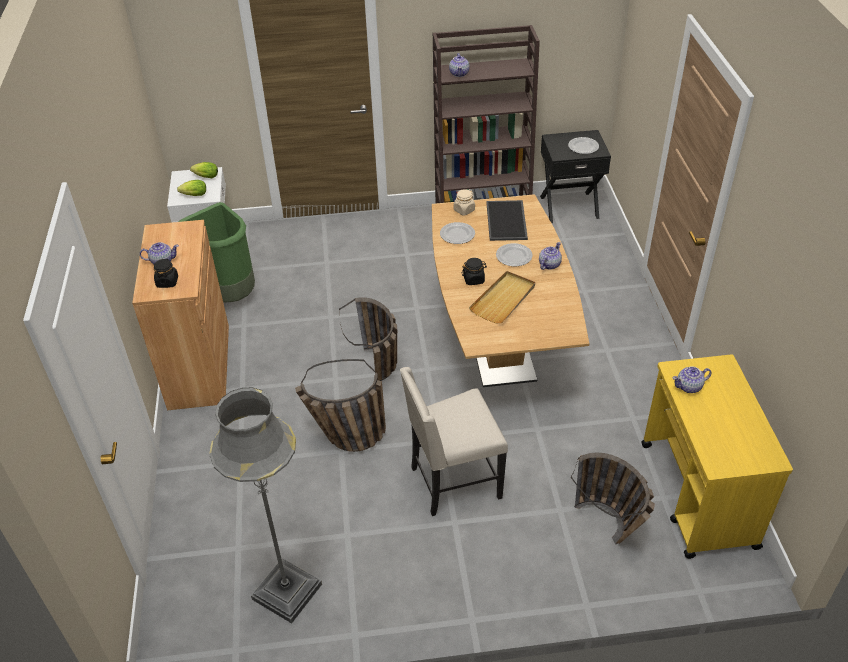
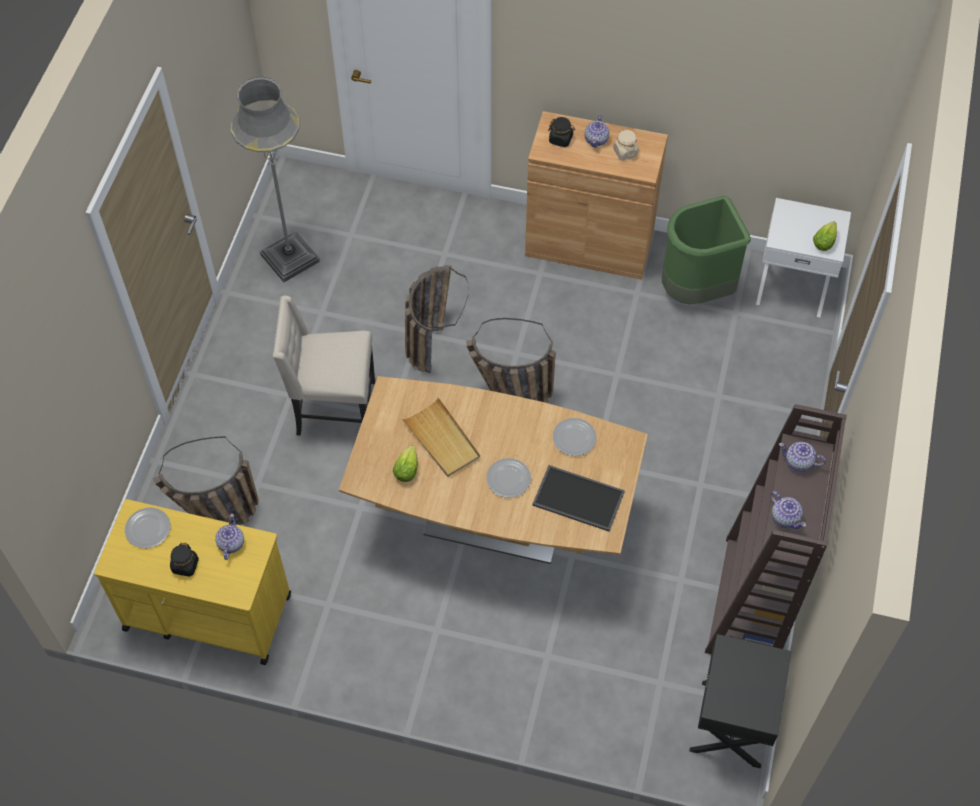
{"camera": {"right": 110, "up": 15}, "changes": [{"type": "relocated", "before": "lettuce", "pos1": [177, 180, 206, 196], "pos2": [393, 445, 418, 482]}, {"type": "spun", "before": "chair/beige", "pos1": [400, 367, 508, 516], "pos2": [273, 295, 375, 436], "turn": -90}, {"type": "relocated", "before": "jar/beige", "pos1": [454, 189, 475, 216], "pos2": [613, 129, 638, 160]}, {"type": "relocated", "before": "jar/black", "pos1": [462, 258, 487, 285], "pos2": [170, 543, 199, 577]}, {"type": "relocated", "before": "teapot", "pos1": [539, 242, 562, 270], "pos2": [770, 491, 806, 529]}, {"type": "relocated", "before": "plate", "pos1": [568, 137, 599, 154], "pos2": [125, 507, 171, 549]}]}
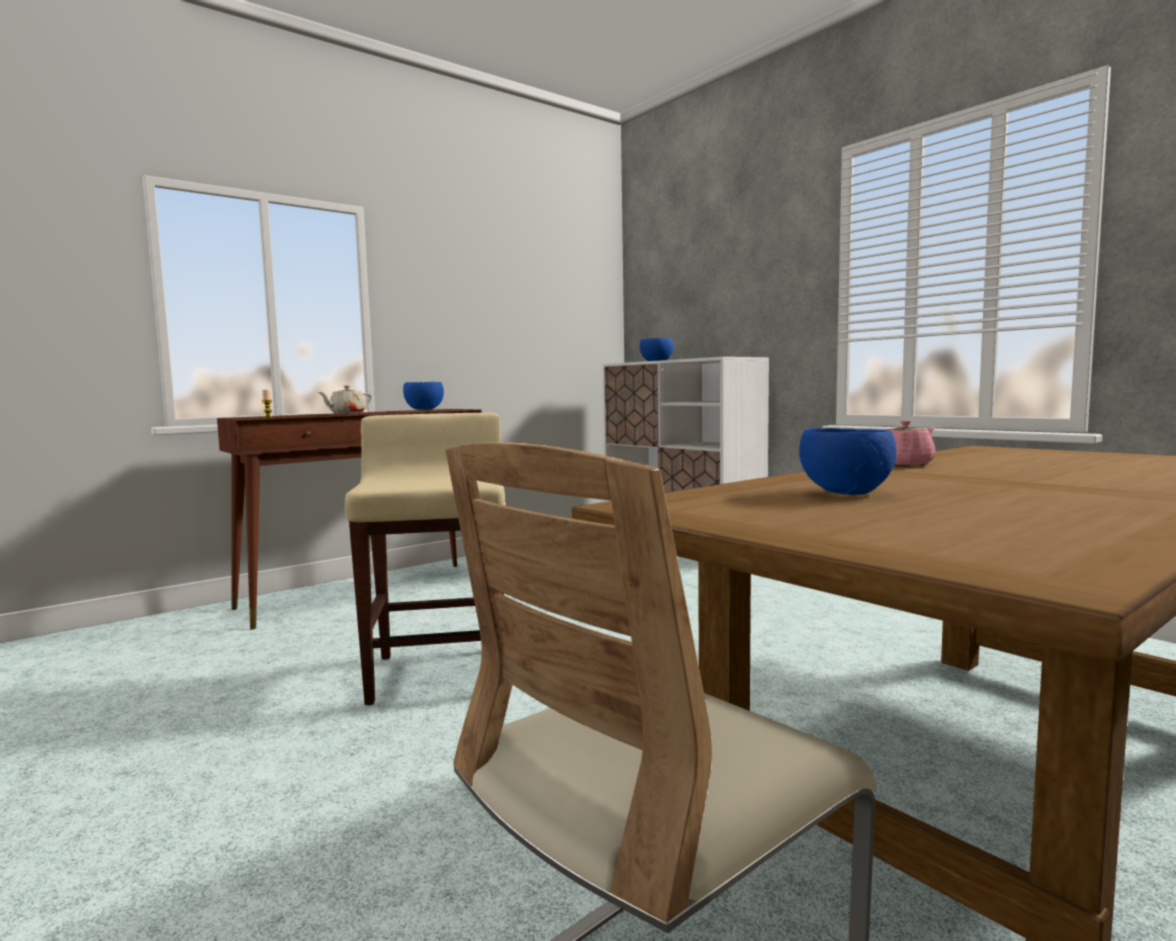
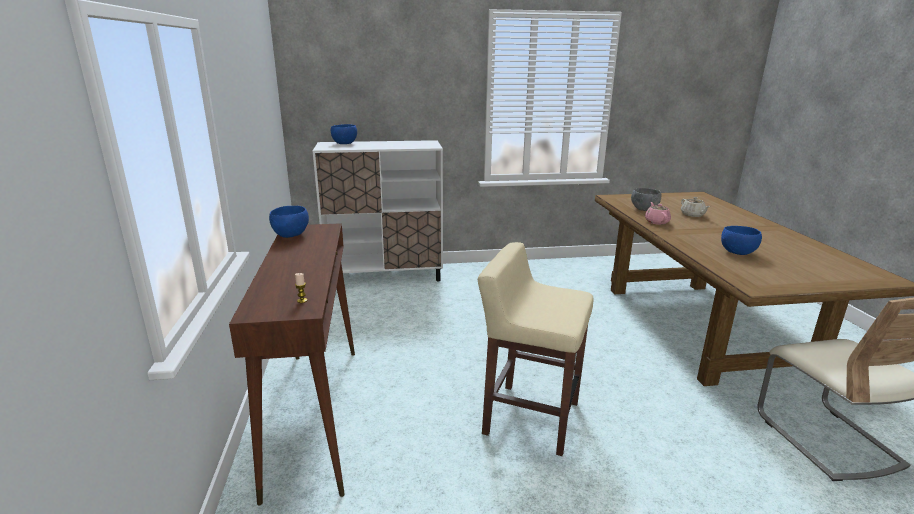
{"camera": {"right": -60, "up": 15}, "changes": [{"type": "relocated", "before": "teapot/beige", "pos1": [318, 385, 372, 414], "pos2": [681, 197, 710, 217]}, {"type": "appeared", "after": "bowl/grey", "pos2": [631, 188, 661, 211]}]}
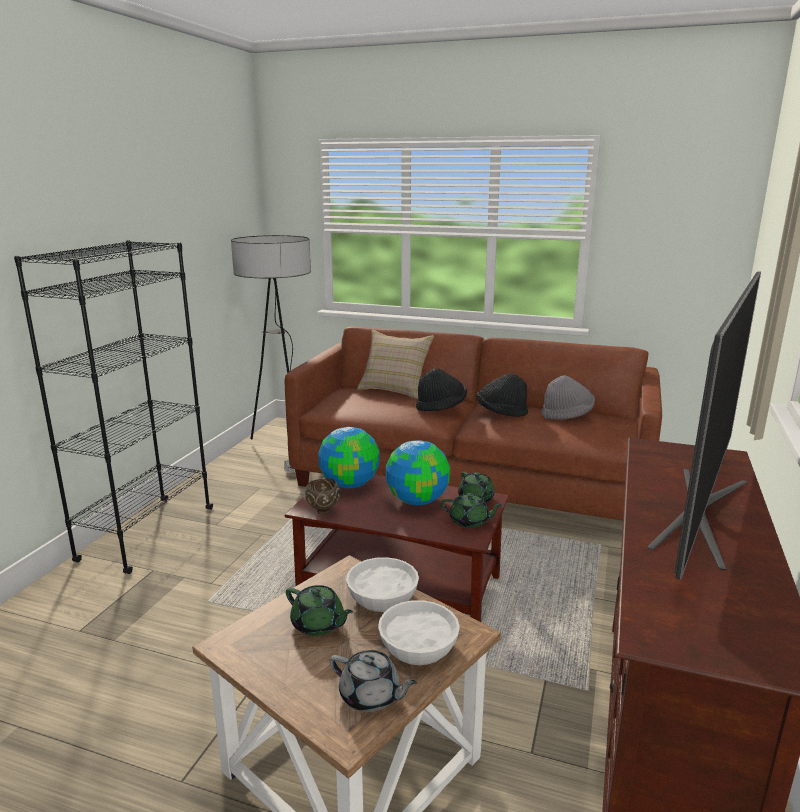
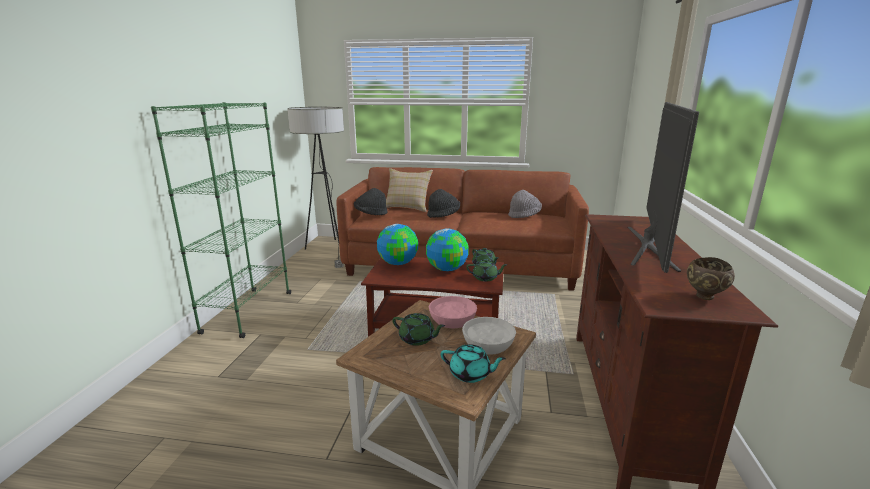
{"camera": {"right": -10, "up": 0}, "changes": [{"type": "colour", "before": "bookcase/black", "after": "bookcase/green", "pos1": [14, 240, 213, 574], "pos2": [151, 102, 291, 338]}, {"type": "relocated", "before": "bowl/brown", "pos1": [305, 478, 340, 515], "pos2": [687, 257, 735, 300]}, {"type": "colour", "before": "teapot/grey", "after": "teapot/turquoise", "pos1": [330, 650, 417, 712], "pos2": [441, 344, 506, 383]}, {"type": "colour", "before": "bowl/white", "after": "bowl/pink", "pos1": [346, 557, 419, 612], "pos2": [429, 296, 477, 328]}, {"type": "relocated", "before": "hat/black", "pos1": [476, 373, 528, 417], "pos2": [354, 188, 388, 215]}]}
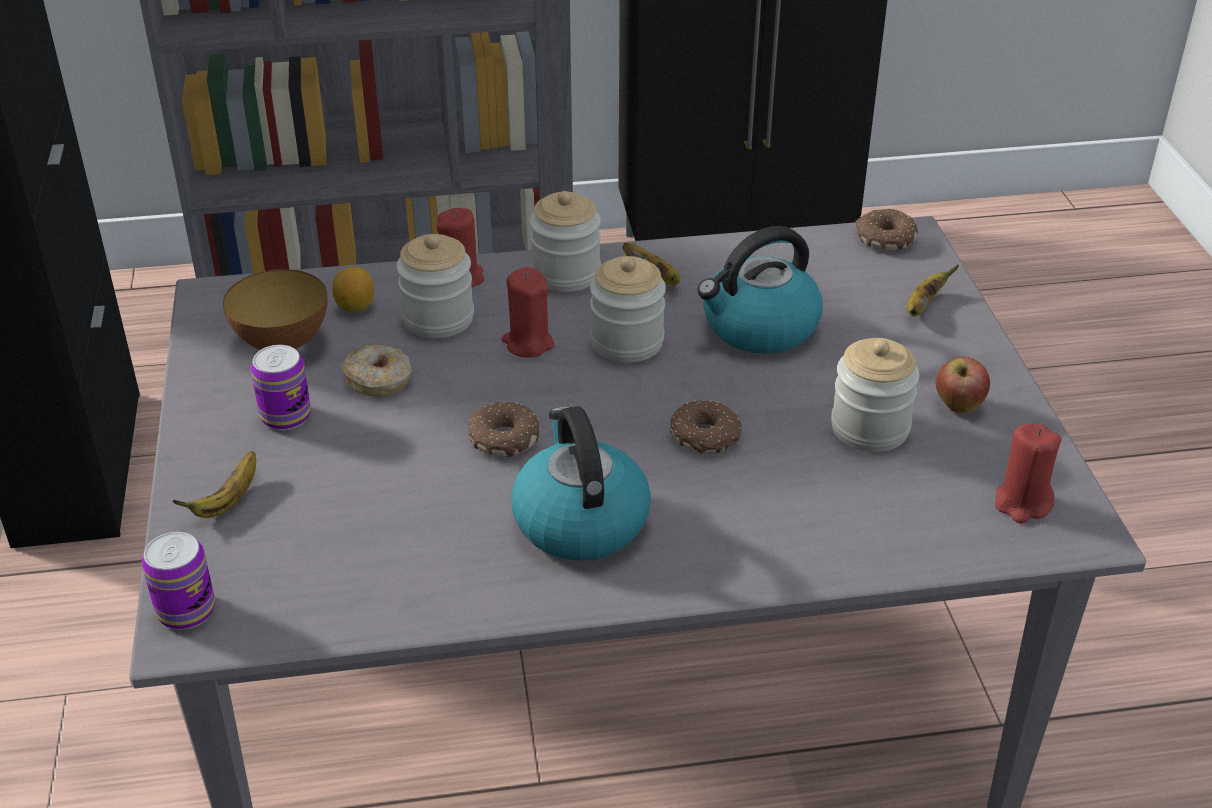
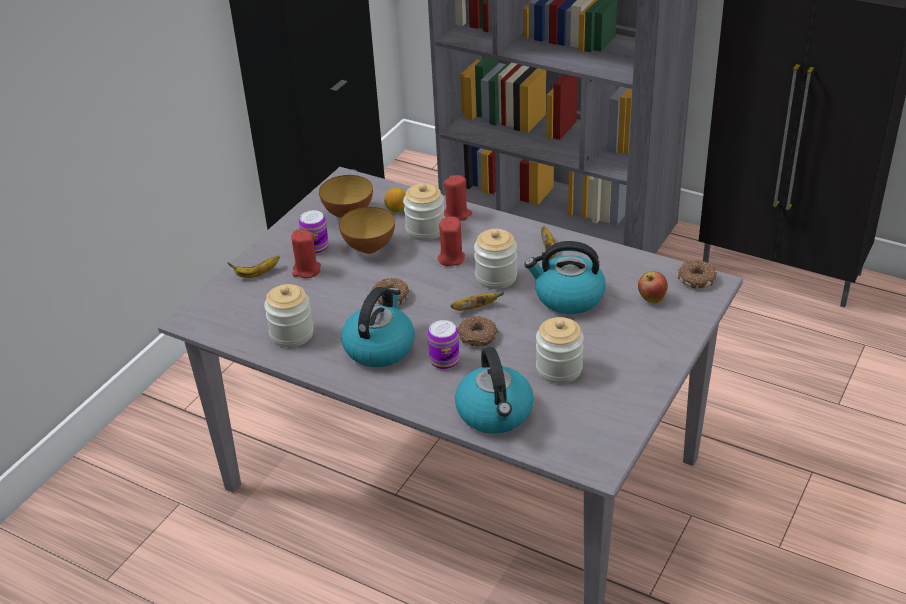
{"camera": {"right": 40, "up": 0}, "changes": [{"type": "relocated", "before": "can", "pos1": [142, 532, 215, 630], "pos2": [428, 320, 459, 370]}, {"type": "exchanged", "before": "donut", "after": "bowl", "pos1": [342, 344, 412, 397], "pos2": [339, 207, 395, 254]}, {"type": "relocated", "before": "jar", "pos1": [530, 191, 601, 292], "pos2": [264, 284, 314, 347]}, {"type": "relocated", "before": "banana", "pos1": [907, 265, 959, 316], "pos2": [451, 292, 504, 311]}, {"type": "relocated", "before": "apple", "pos1": [936, 357, 990, 413], "pos2": [638, 271, 668, 303]}, {"type": "relocated", "before": "candle/red", "pos1": [995, 424, 1061, 524], "pos2": [292, 229, 321, 278]}, {"type": "appeared", "after": "kettle", "pos2": [455, 347, 534, 434]}]}
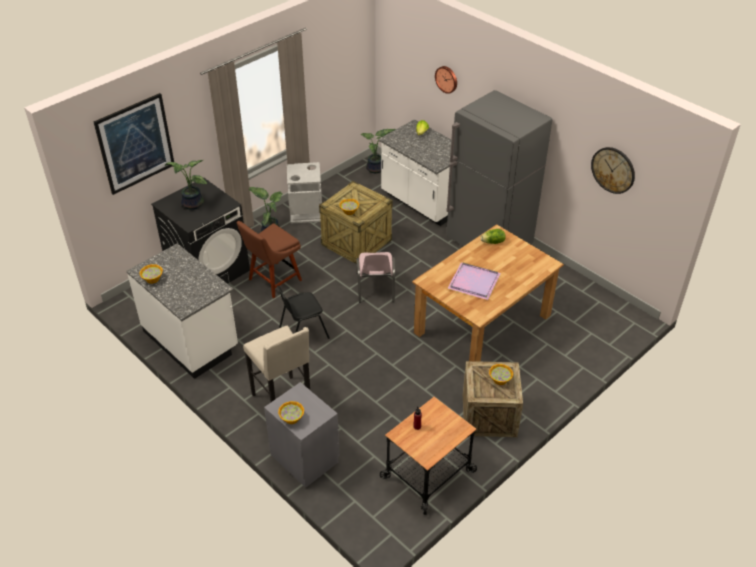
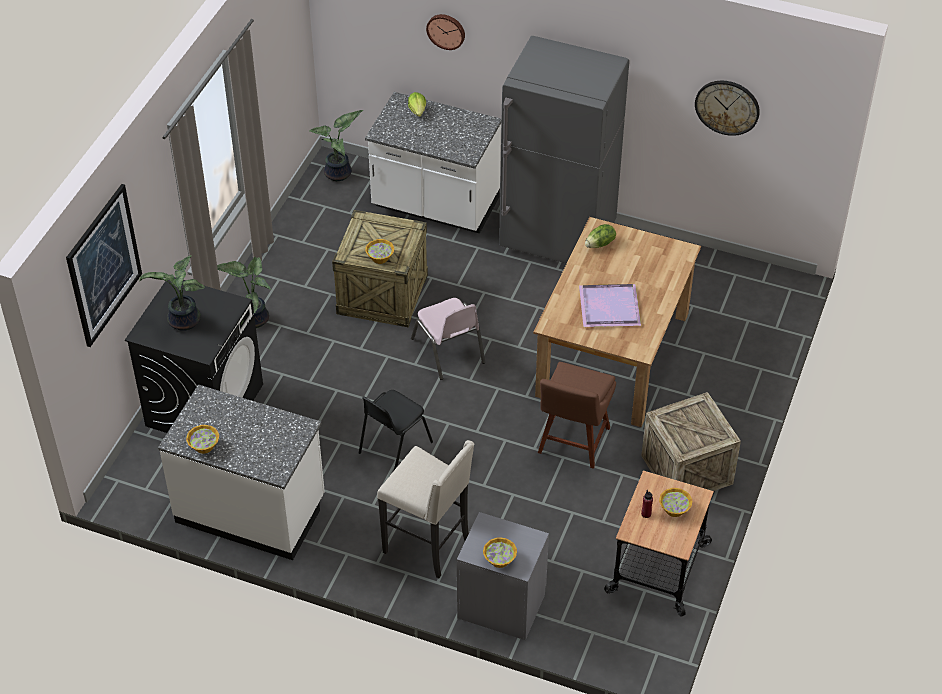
{"camera": {"right": -25, "up": 5}, "changes": [{"type": "relocated", "before": "chair/brown", "pos1": [237, 221, 302, 298], "pos2": [538, 362, 616, 469]}, {"type": "missing", "before": "trash can/grey", "pos1": [287, 162, 322, 223]}, {"type": "relocated", "before": "bowl", "pos1": [489, 364, 513, 385], "pos2": [659, 488, 692, 517]}]}
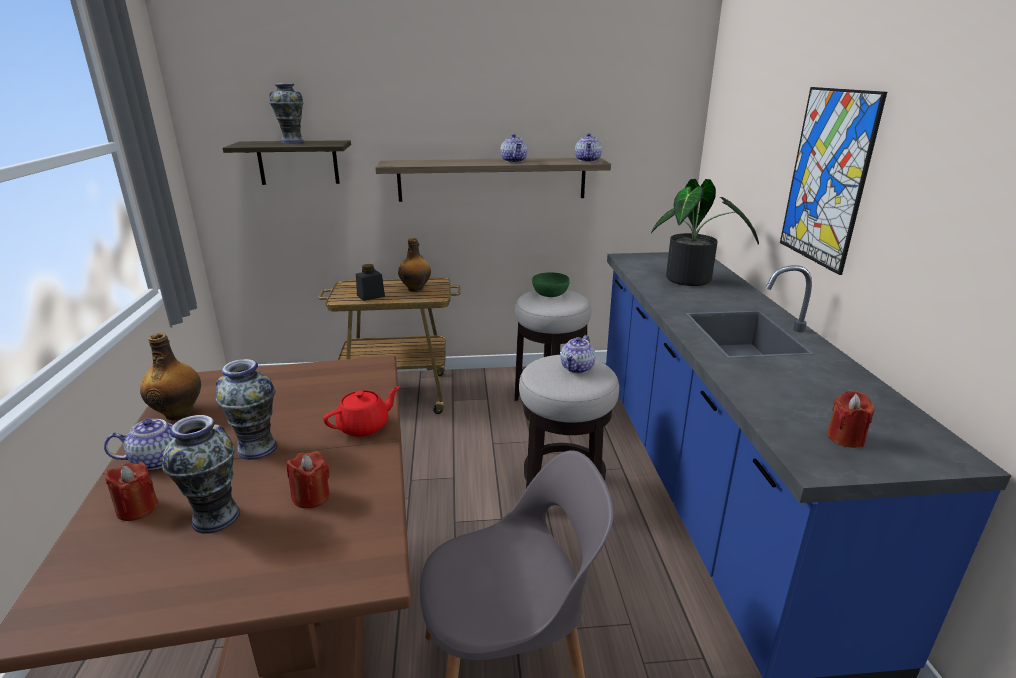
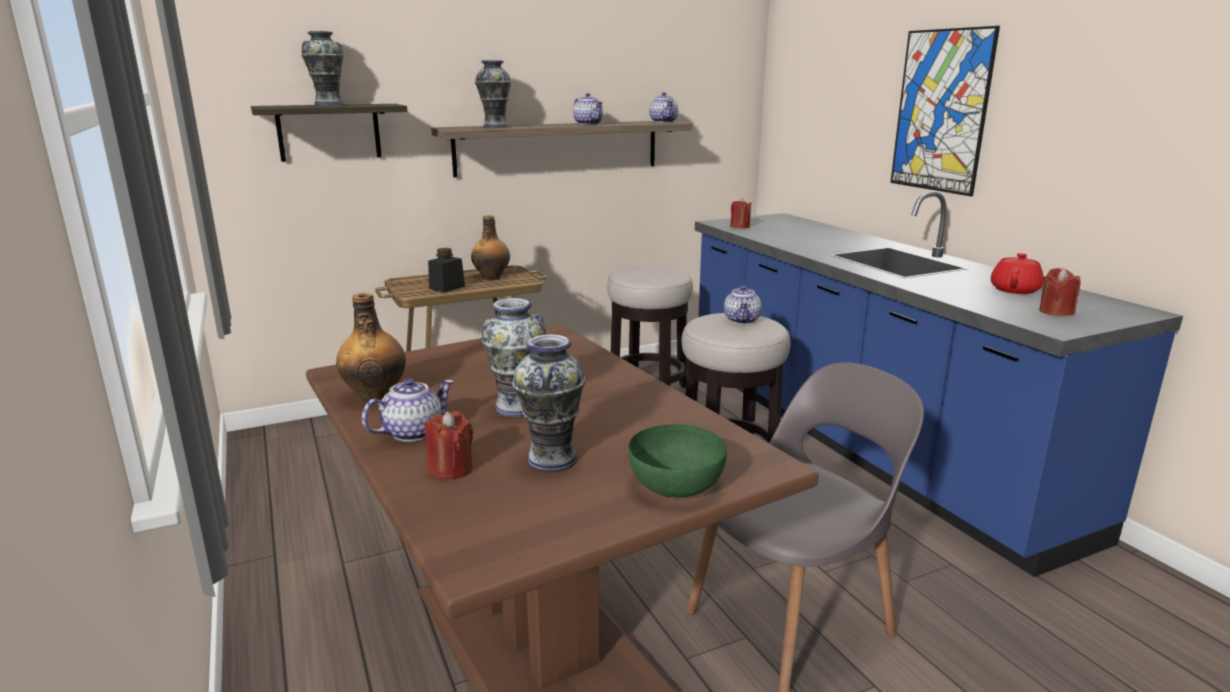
{"camera": {"right": -20, "up": -5}, "changes": [{"type": "relocated", "before": "candle/red", "pos1": [286, 451, 330, 509], "pos2": [730, 198, 752, 228]}, {"type": "relocated", "before": "teapot/red", "pos1": [323, 386, 400, 437], "pos2": [991, 253, 1044, 294]}, {"type": "relocated", "before": "bowl/green", "pos1": [532, 273, 570, 297], "pos2": [628, 424, 727, 497]}, {"type": "missing", "before": "potted plant", "pos1": [651, 179, 759, 286]}, {"type": "appeared", "after": "vase", "pos2": [475, 60, 511, 128]}]}
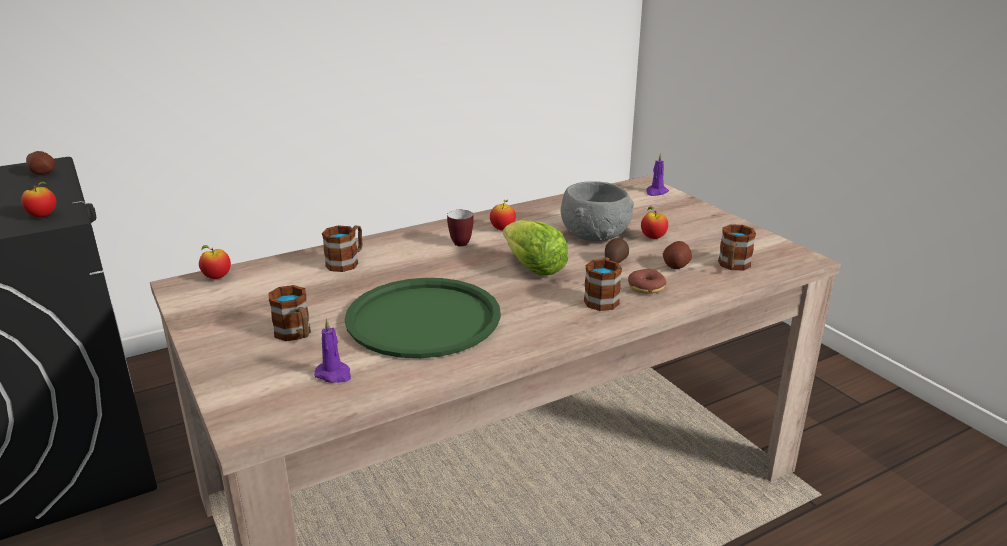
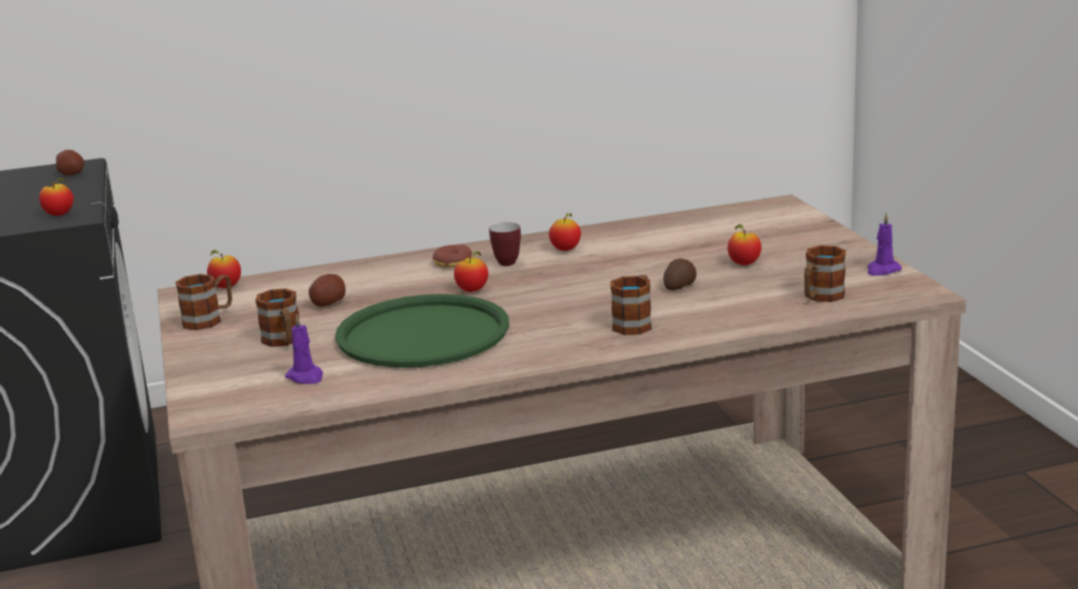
{"camera": {"right": 15, "up": -5}, "changes": [{"type": "relocated", "before": "mug", "pos1": [322, 225, 362, 272], "pos2": [175, 274, 232, 330]}, {"type": "missing", "before": "lettuce", "pos1": [503, 220, 568, 275]}, {"type": "missing", "before": "bowl/grey", "pos1": [561, 181, 634, 241]}, {"type": "relocated", "before": "donut", "pos1": [628, 269, 667, 294], "pos2": [433, 244, 472, 268]}, {"type": "relocated", "before": "candle/purple", "pos1": [646, 153, 669, 196], "pos2": [867, 213, 902, 276]}, {"type": "relocated", "before": "potato", "pos1": [663, 241, 692, 269], "pos2": [309, 274, 345, 307]}, {"type": "appeared", "after": "apple", "pos2": [454, 251, 488, 292]}]}
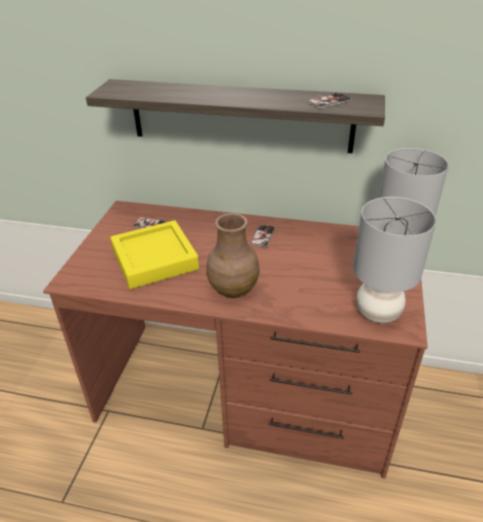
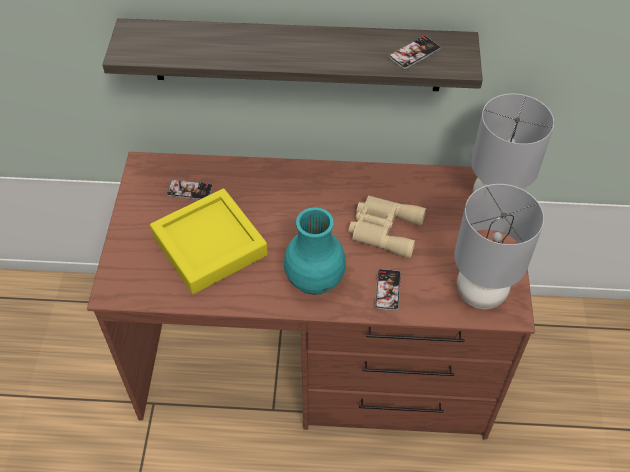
{"camera": {"right": -10, "up": 15}, "changes": [{"type": "colour", "before": "vase/brown", "after": "vase/turquoise", "pos1": [206, 213, 260, 298], "pos2": [284, 207, 346, 294]}, {"type": "relocated", "before": "phone", "pos1": [251, 225, 275, 247], "pos2": [375, 269, 401, 311]}, {"type": "appeared", "after": "binoculars/beige", "pos2": [348, 196, 426, 258]}]}
